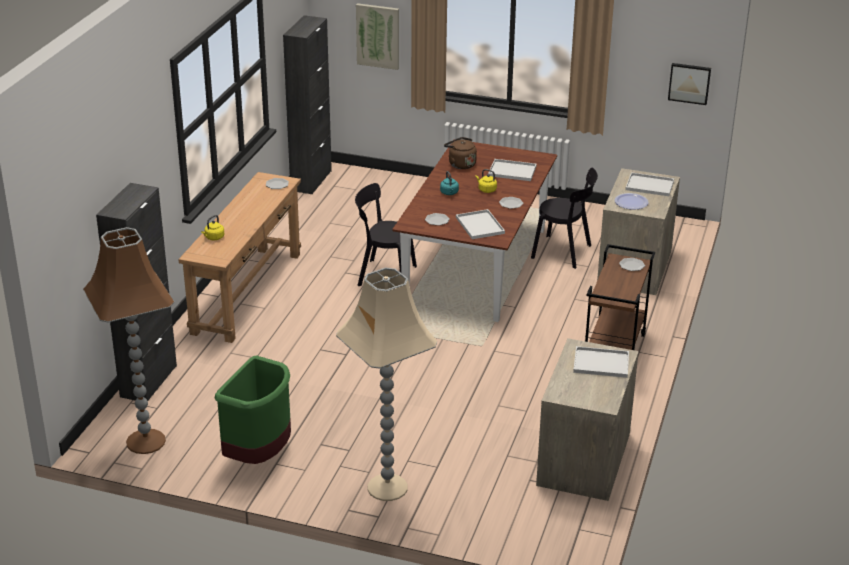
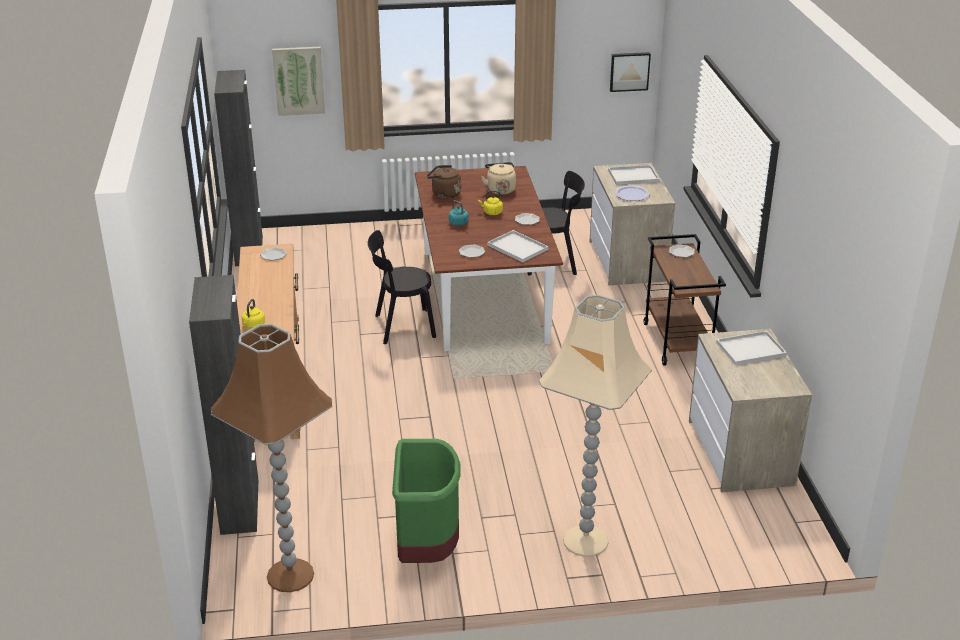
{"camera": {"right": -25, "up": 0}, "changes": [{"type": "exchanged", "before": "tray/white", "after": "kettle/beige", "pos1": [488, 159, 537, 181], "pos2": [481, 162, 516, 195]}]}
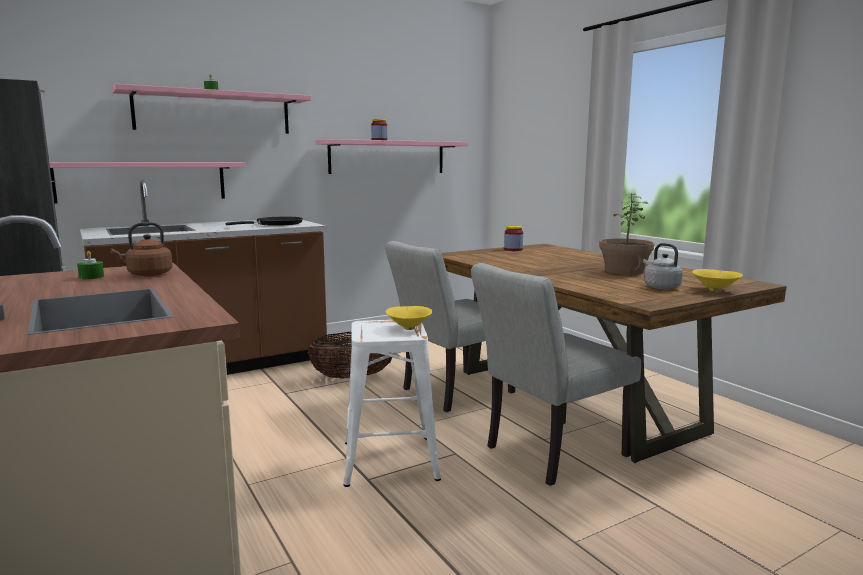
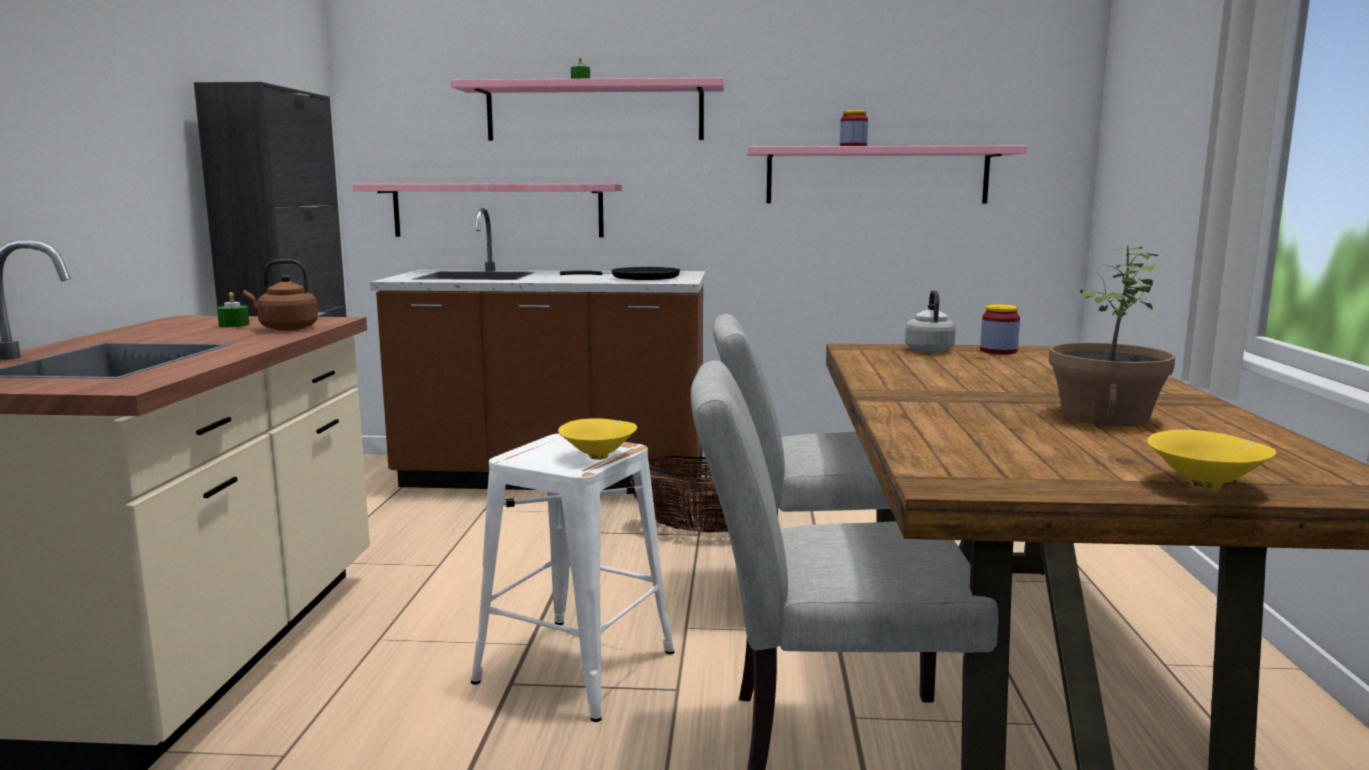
{"camera": {"right": 35, "up": 0}, "changes": [{"type": "relocated", "before": "kettle/grey", "pos1": [643, 243, 683, 289], "pos2": [905, 290, 956, 353]}]}
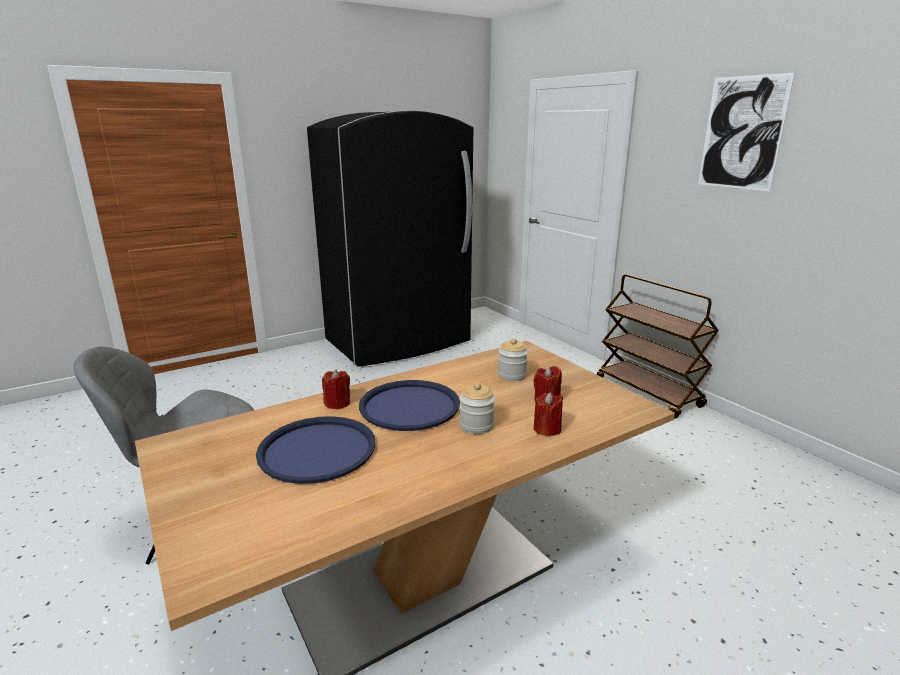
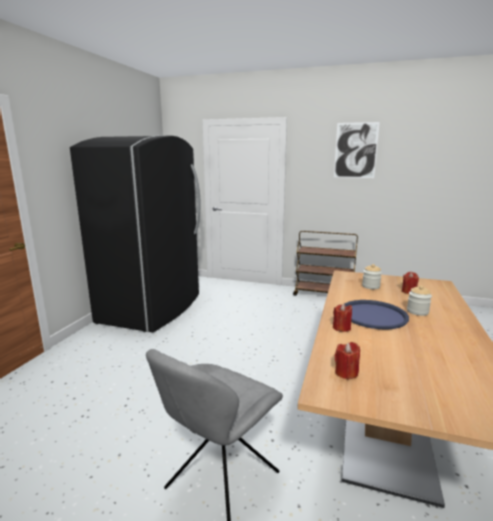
{"camera": {"right": -40, "up": -5}, "changes": [{"type": "missing", "before": "tray/blue", "pos1": [256, 416, 376, 484]}, {"type": "relocated", "before": "candle/red", "pos1": [534, 392, 563, 436], "pos2": [335, 342, 360, 380]}]}
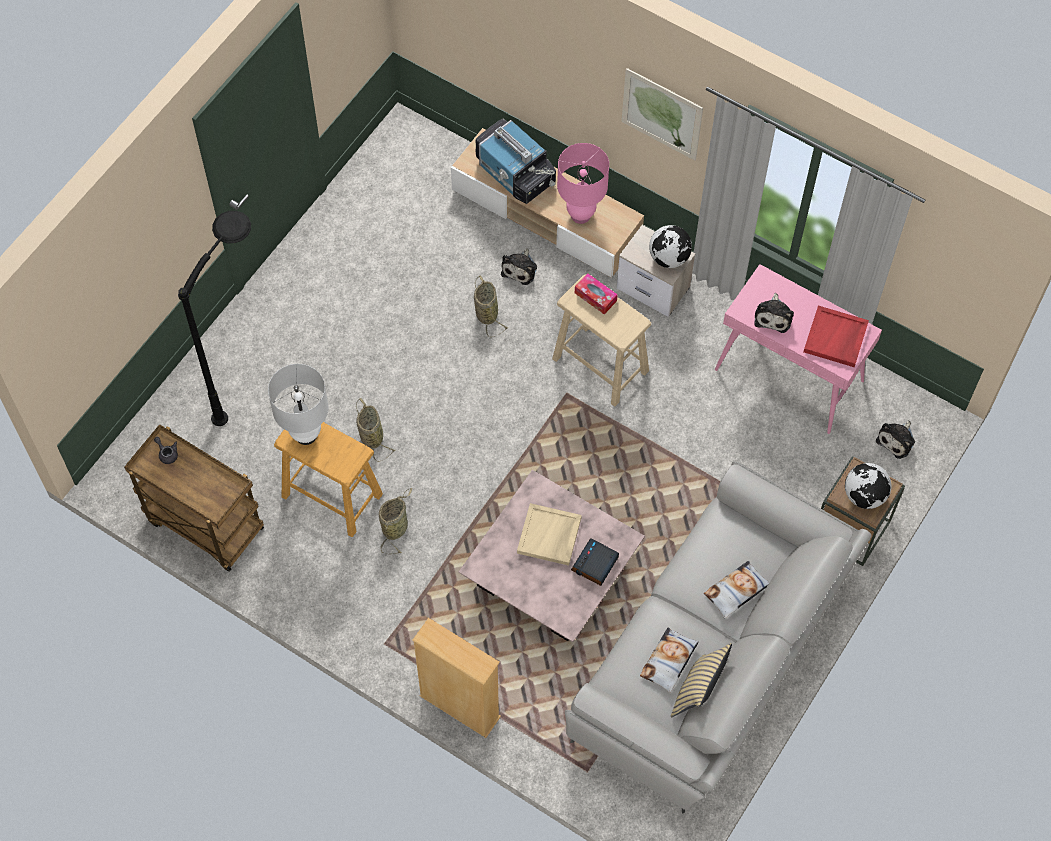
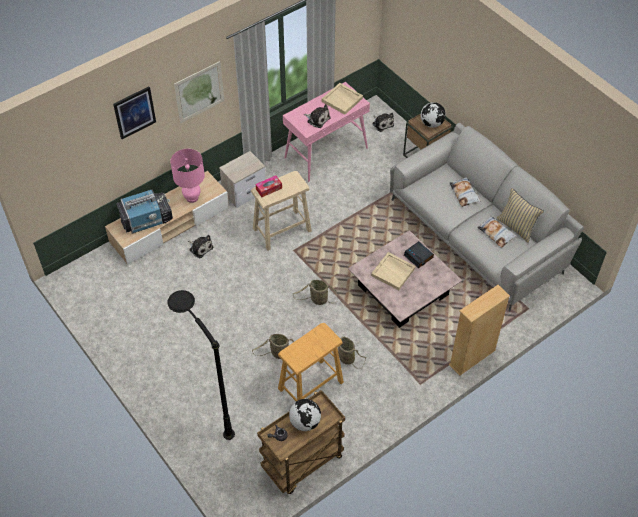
{"camera": {"right": -70, "up": -10}, "changes": [{"type": "missing", "before": "table lamp/white", "pos1": [268, 364, 329, 445]}, {"type": "relocated", "before": "basket", "pos1": [474, 276, 508, 337], "pos2": [293, 280, 338, 305]}, {"type": "relocated", "before": "globe", "pos1": [649, 225, 692, 268], "pos2": [289, 399, 321, 431]}, {"type": "colour", "before": "tray/red", "after": "tray/beige", "pos1": [803, 306, 869, 367], "pos2": [322, 83, 363, 115]}, {"type": "appeared", "after": "picture", "pos2": [113, 87, 156, 139]}]}
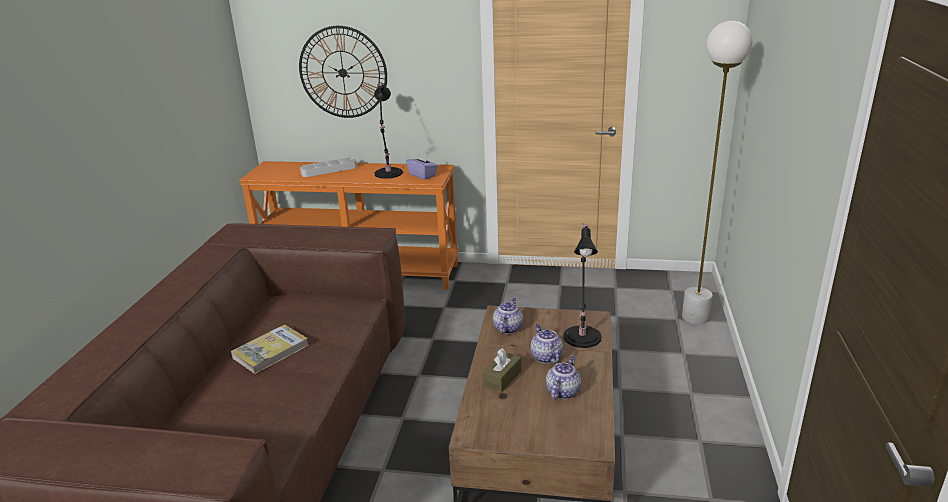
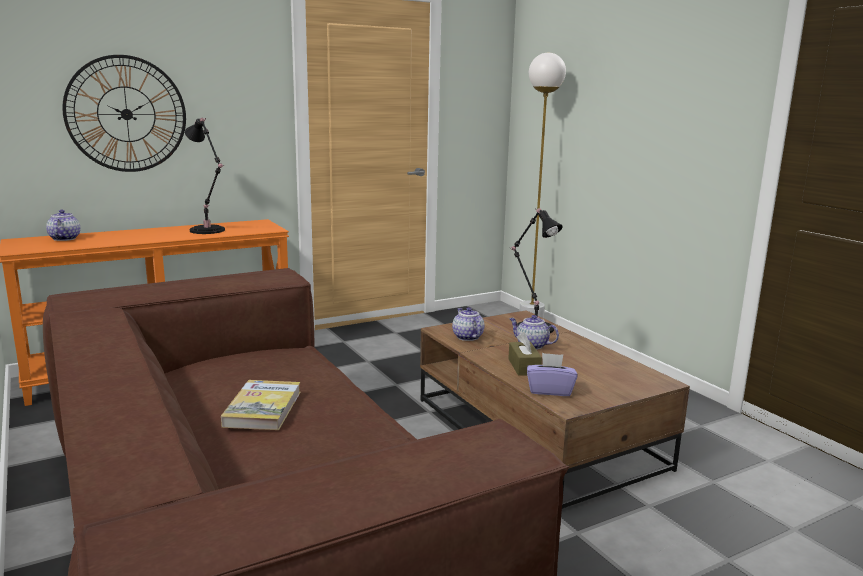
{"camera": {"right": -40, "up": -10}, "changes": [{"type": "missing", "before": "tray/grey", "pos1": [300, 157, 357, 177]}, {"type": "relocated", "before": "tissue box/purple", "pos1": [406, 152, 438, 180], "pos2": [527, 353, 578, 396]}, {"type": "relocated", "before": "teapot", "pos1": [546, 356, 581, 399], "pos2": [46, 210, 80, 241]}]}
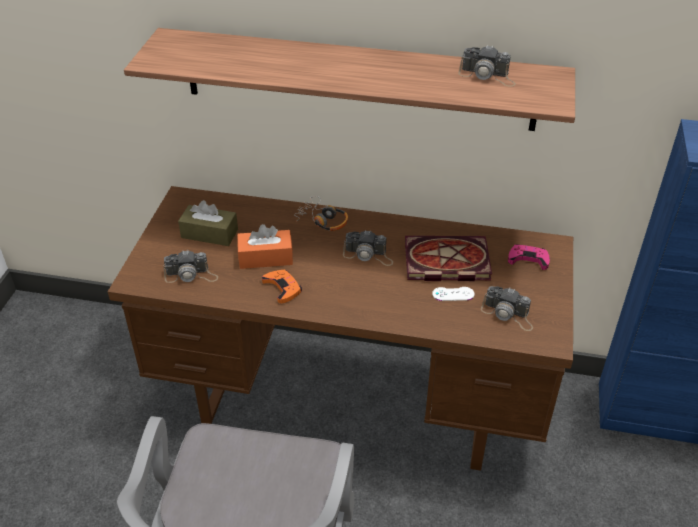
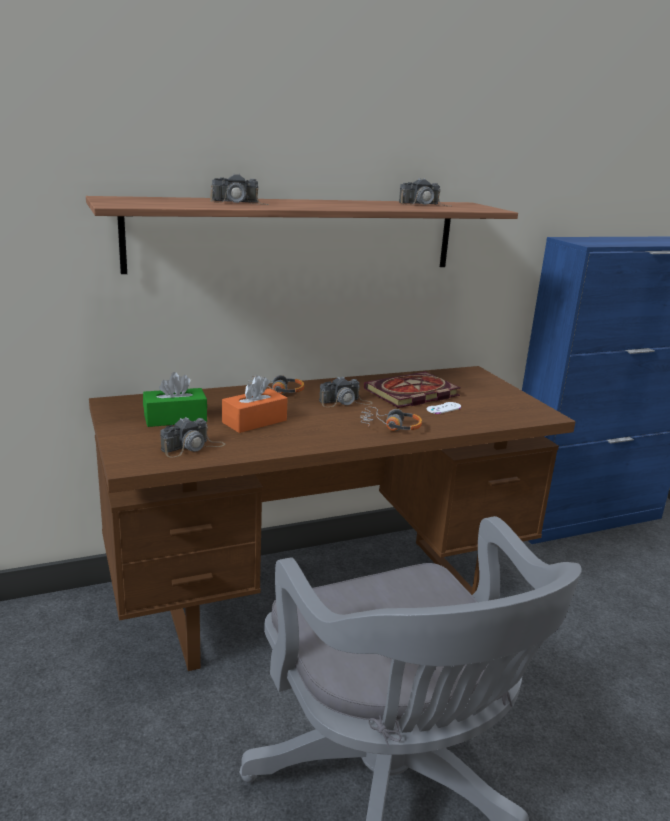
{"camera": {"right": -35, "up": -20}, "changes": [{"type": "colour", "before": "tissue box/brown", "after": "tissue box/green", "pos1": [178, 200, 238, 246], "pos2": [143, 372, 207, 427]}, {"type": "missing", "before": "game controller/orange", "pos1": [262, 270, 302, 303]}, {"type": "relocated", "before": "photo camera", "pos1": [481, 286, 533, 331], "pos2": [210, 174, 269, 205]}, {"type": "missing", "before": "game controller/pink", "pos1": [508, 244, 550, 270]}, {"type": "appeared", "after": "headphones", "pos2": [360, 407, 422, 431]}]}
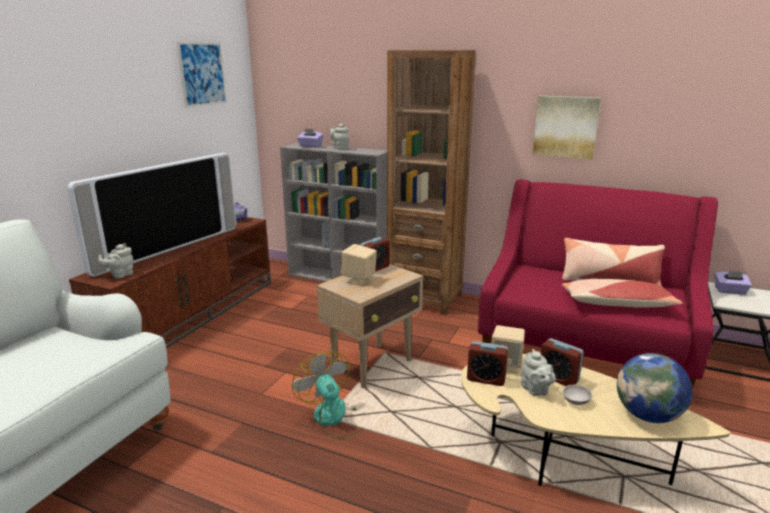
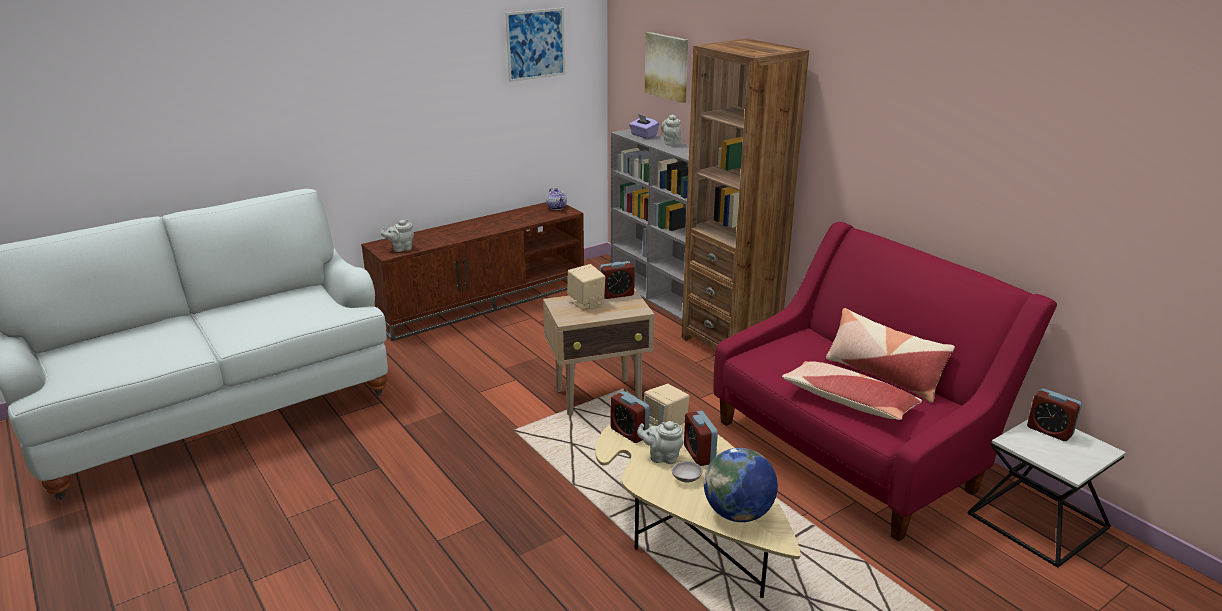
{"camera": {"right": 30, "up": 5}, "changes": [{"type": "missing", "before": "television", "pos1": [67, 153, 236, 277]}, {"type": "missing", "before": "fan", "pos1": [292, 351, 363, 439]}, {"type": "spun", "before": "teapot/grey", "pos1": [521, 349, 556, 396], "pos2": [637, 421, 684, 464], "turn": 90}, {"type": "relocated", "before": "picture", "pos1": [533, 96, 601, 159], "pos2": [645, 32, 688, 103]}, {"type": "exchanged", "before": "tissue box/purple", "after": "alarm clock", "pos1": [714, 271, 752, 295], "pos2": [1027, 389, 1082, 441]}]}
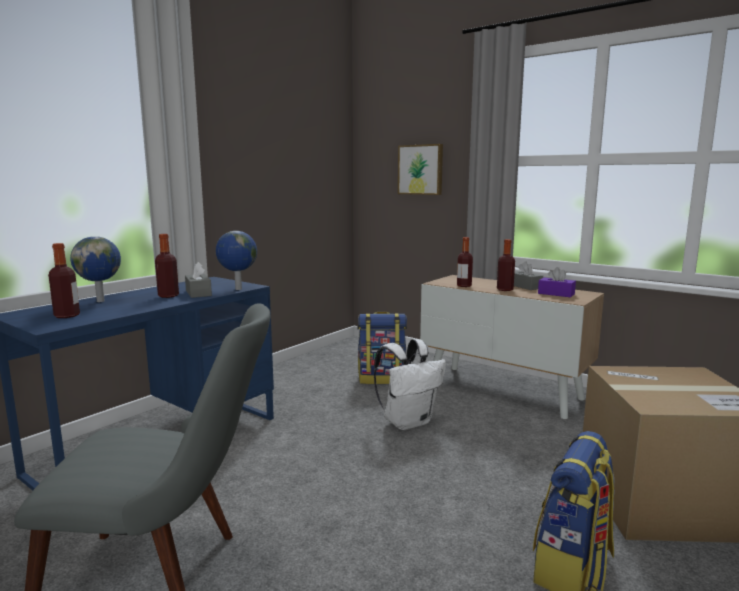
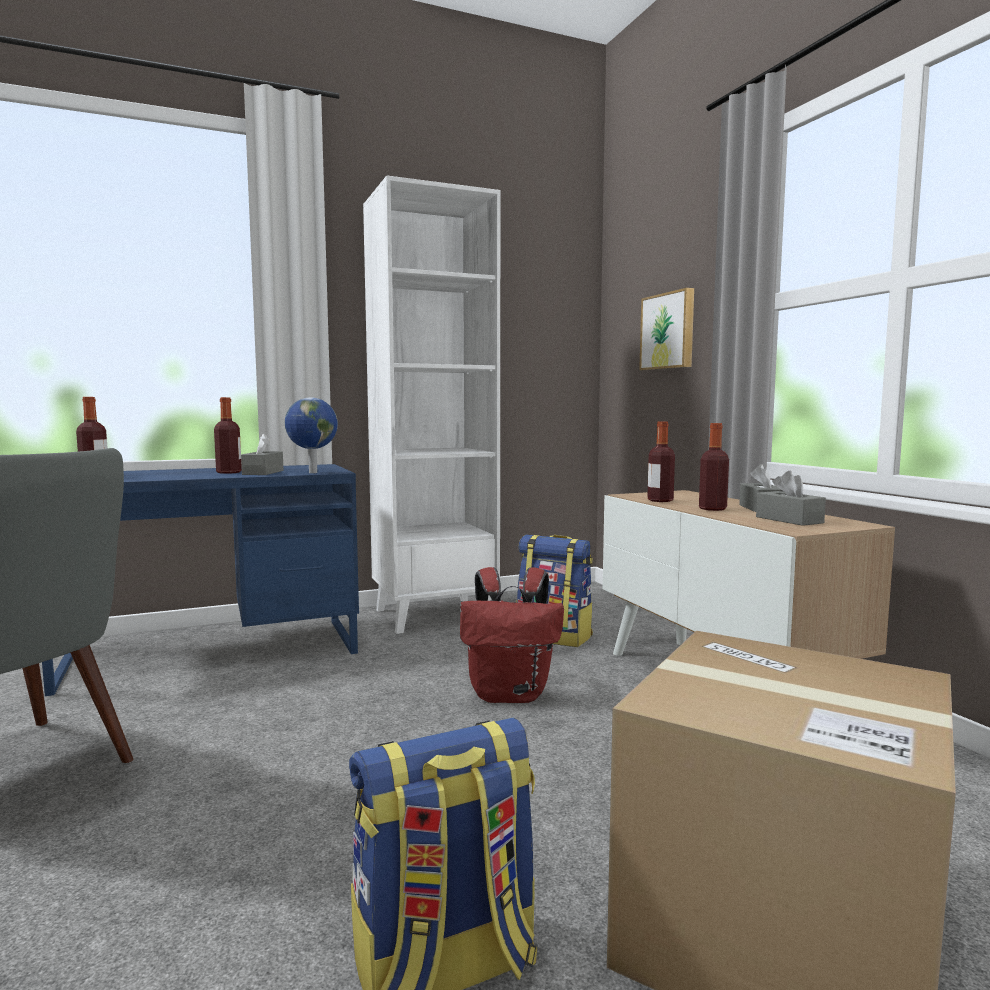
{"camera": {"right": 30, "up": -5}, "changes": [{"type": "missing", "before": "globe", "pos1": [70, 236, 121, 302]}, {"type": "colour", "before": "backpack/white", "after": "backpack/red", "pos1": [374, 339, 446, 430], "pos2": [460, 567, 564, 703]}, {"type": "colour", "before": "tissue box/purple", "after": "tissue box/grey", "pos1": [538, 267, 576, 297], "pos2": [756, 471, 826, 526]}, {"type": "appeared", "after": "bookcase/white", "pos2": [363, 175, 500, 634]}]}
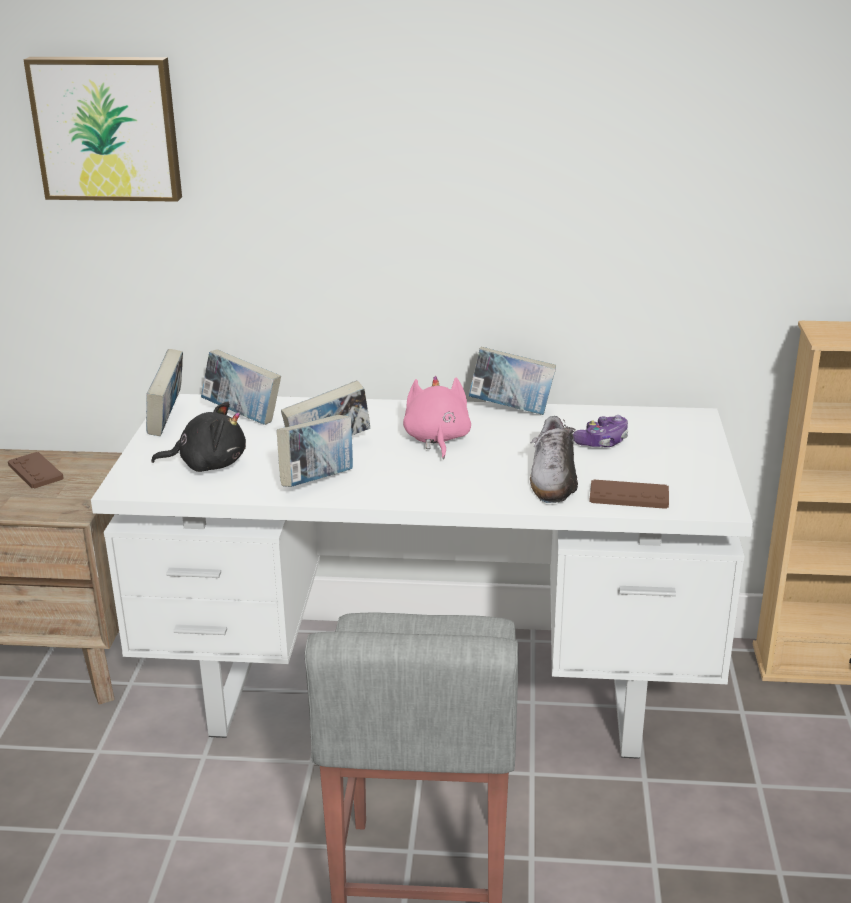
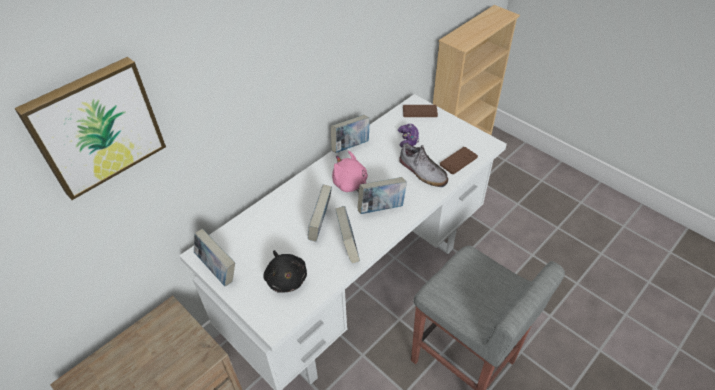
{"camera": {"right": -50, "up": 20}, "changes": [{"type": "relocated", "before": "game controller/brown", "pos1": [8, 452, 64, 489], "pos2": [403, 105, 438, 117]}, {"type": "spun", "before": "plush toy/black", "pos1": [151, 402, 246, 472], "pos2": [263, 250, 307, 293], "turn": 120}, {"type": "relocated", "before": "book", "pos1": [201, 349, 281, 425], "pos2": [358, 177, 407, 214]}]}
